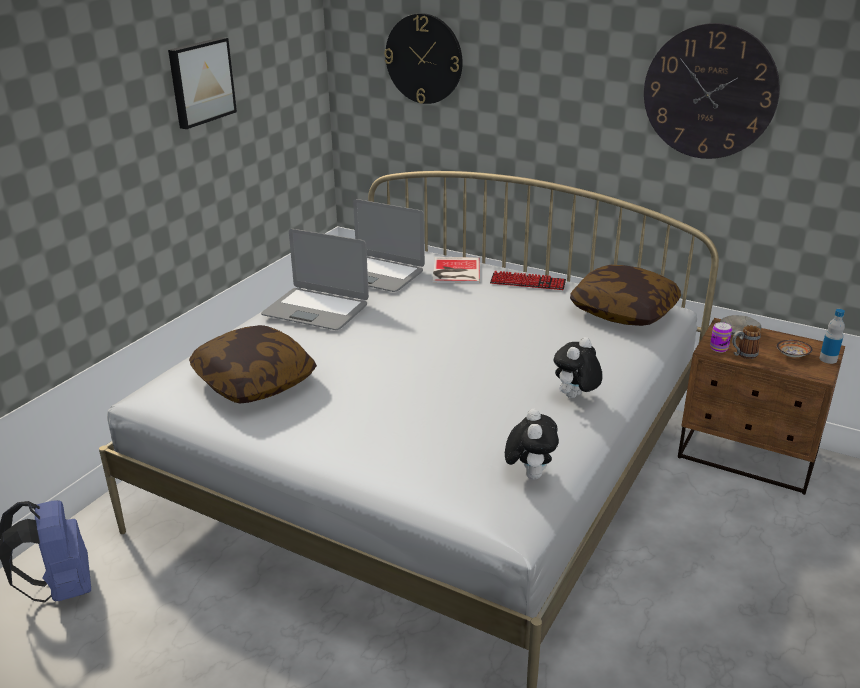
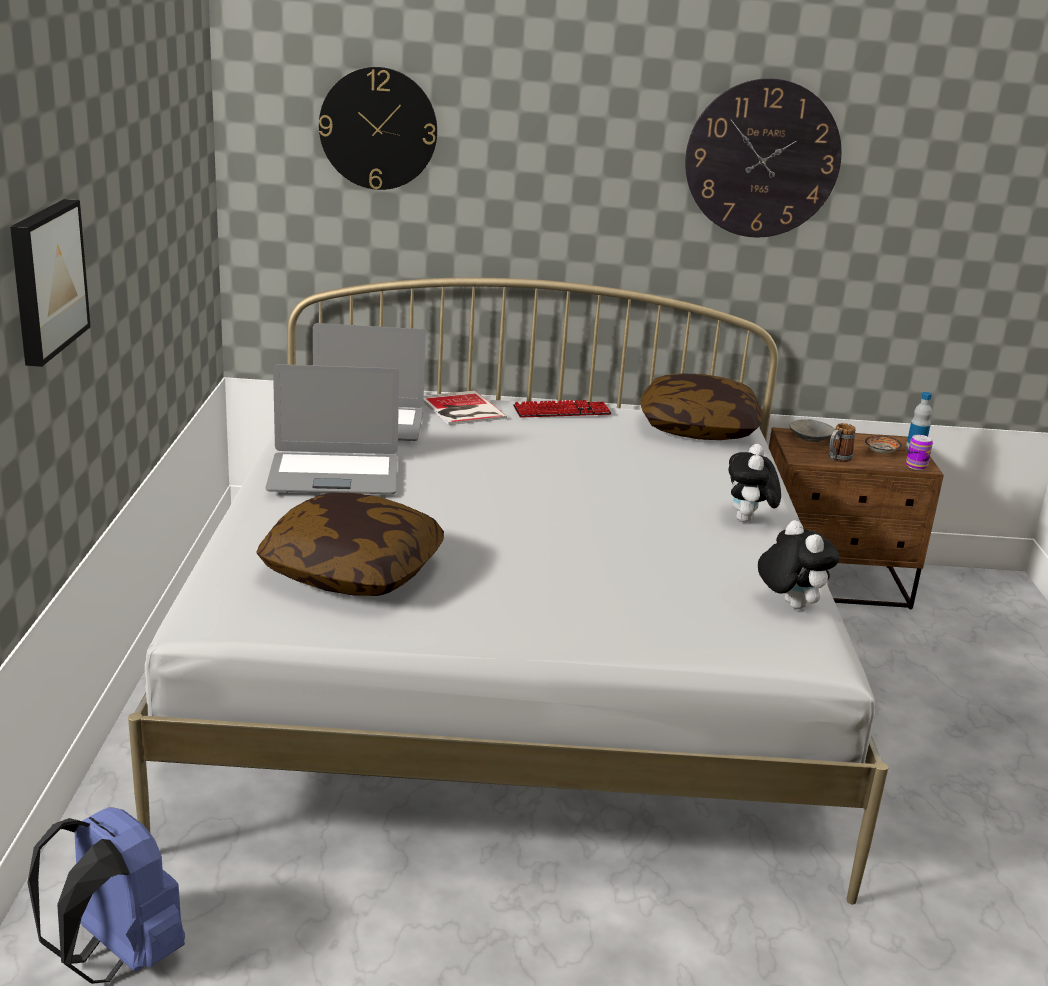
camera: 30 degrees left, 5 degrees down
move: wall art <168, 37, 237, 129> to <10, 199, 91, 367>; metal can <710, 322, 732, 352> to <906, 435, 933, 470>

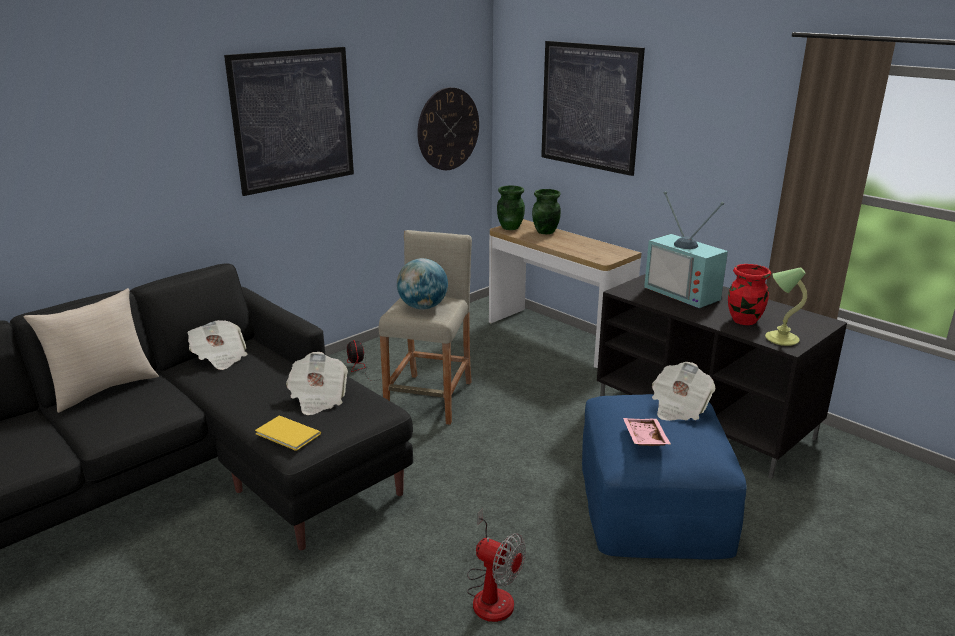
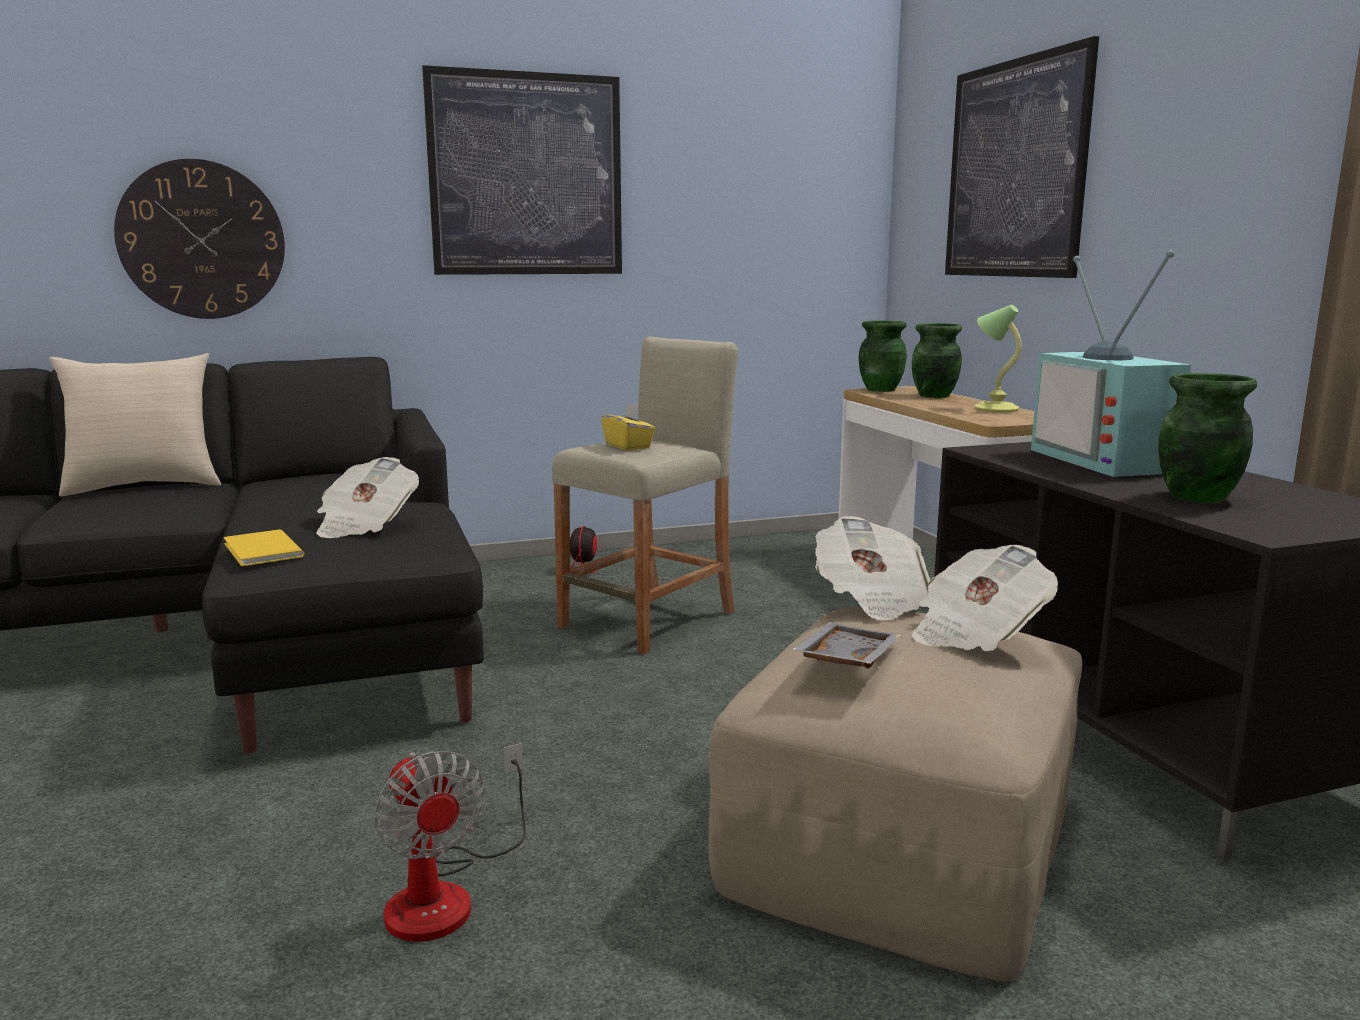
camera: 25 degrees right, 10 degrees down
move: wall clock <417, 87, 479, 170> to <114, 159, 285, 319>; newspaper <188, 320, 248, 370> to <815, 516, 930, 621>; table lamp <765, 267, 807, 346> to <974, 305, 1022, 413>
replace: world globe <397, 258, 448, 310> to yellow-coloured tissue holder <601, 403, 655, 450>
recolor: blue footrest <582, 394, 746, 559> to sand-coloured footrest <709, 606, 1082, 981>; pink tray <623, 418, 671, 446> to grey tray <791, 622, 900, 669>; red-coloured flower vase <728, 264, 771, 325> to green-coloured flower vase <1159, 373, 1257, 503>

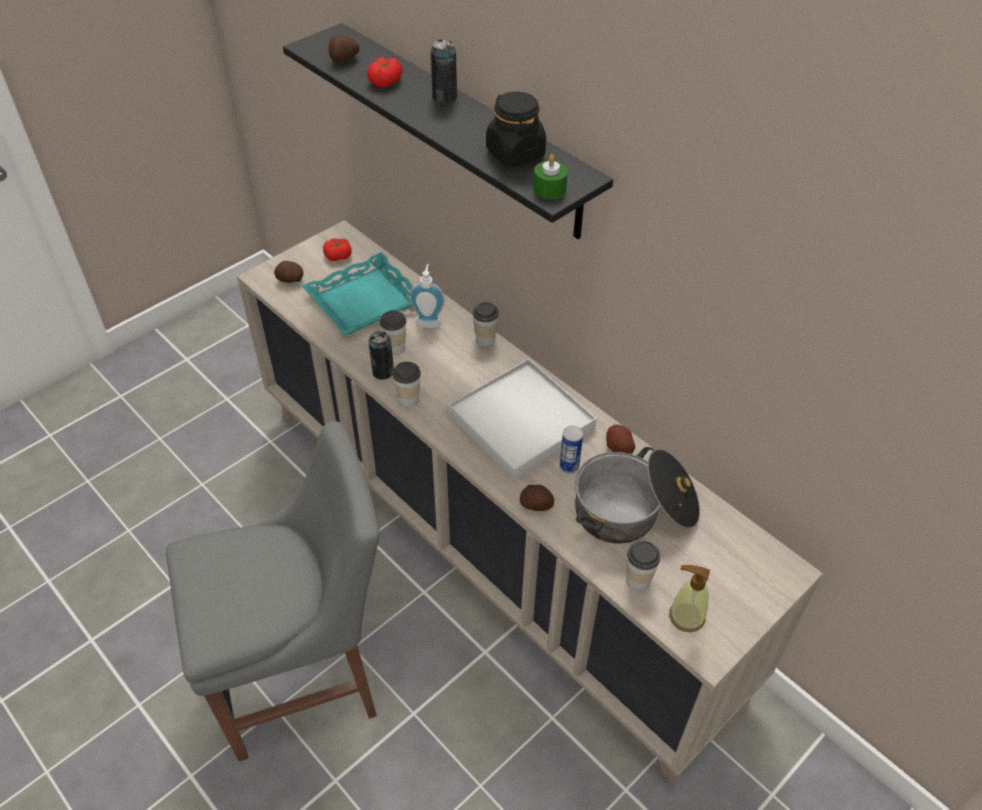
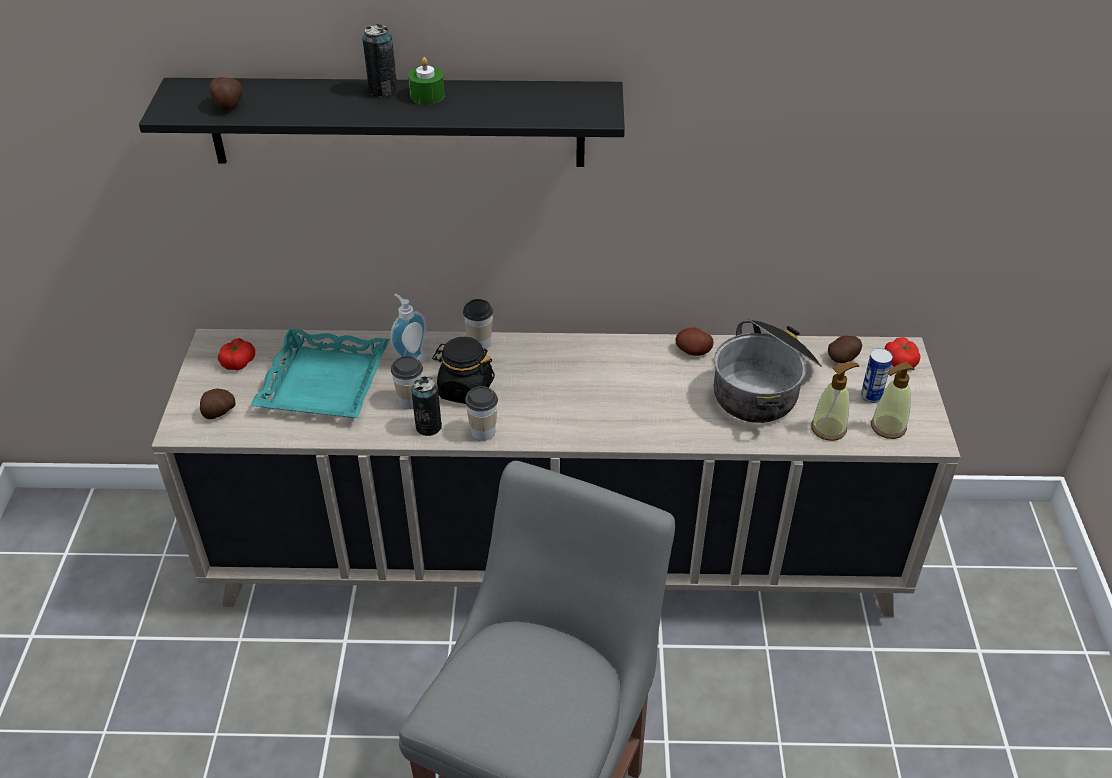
camera: 45 degrees left, 5 degrees down
delete: whitish tray <448, 359, 597, 480>
move: green-coloured candle <533, 154, 568, 199> to <408, 57, 445, 104>; blackish preserve jar <486, 92, 546, 167> to <432, 337, 495, 404>; spud <520, 485, 554, 511> to <828, 336, 862, 363>; metal can <560, 426, 583, 473> to <861, 348, 893, 403>; whole tomato <367, 57, 403, 88> to <884, 337, 920, 368>
replace: small cup <626, 541, 661, 590> to soap dispenser <811, 362, 860, 441>

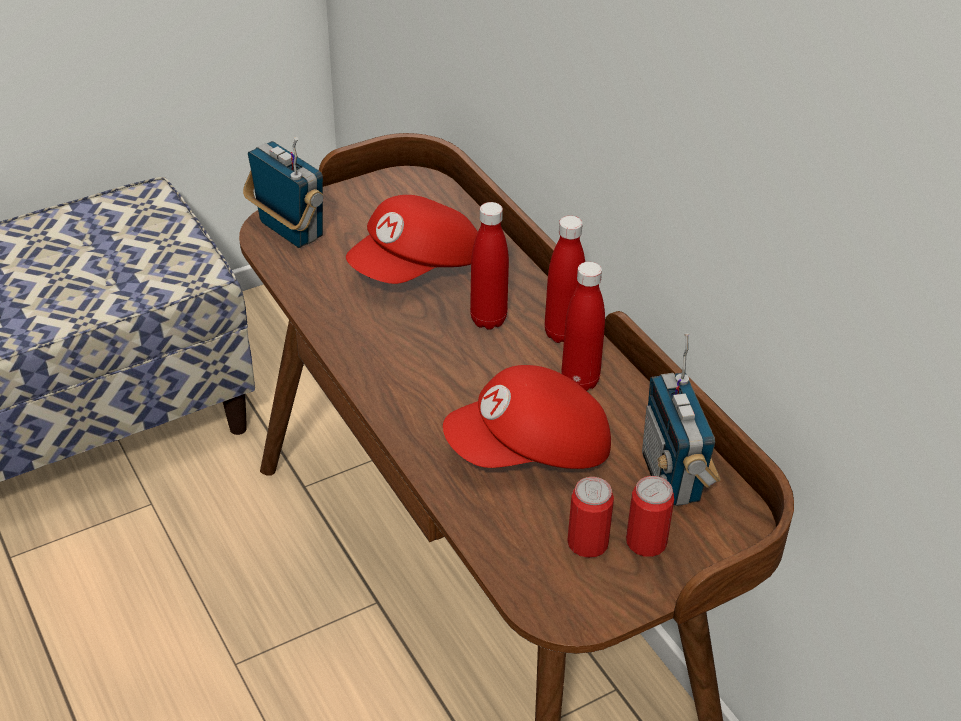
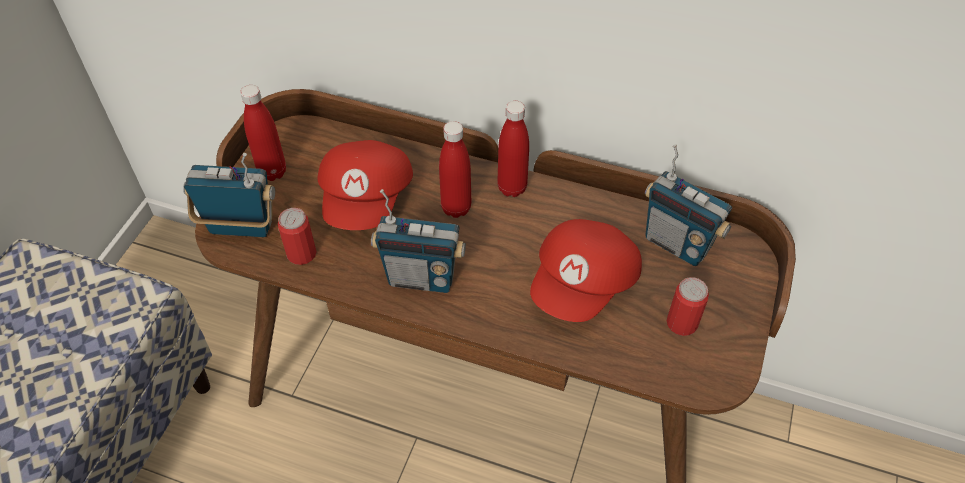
camera: 40 degrees left, 10 degrees up
insert: radio <371, 189, 466, 293>
move: red-coloured beverage bottle <561, 262, 605, 391> to <240, 85, 286, 181>; metal can <626, 476, 674, 557> to <278, 208, 317, 265>

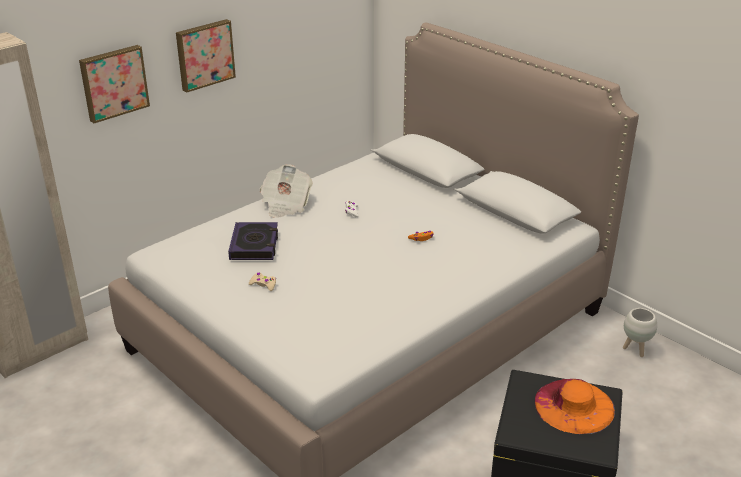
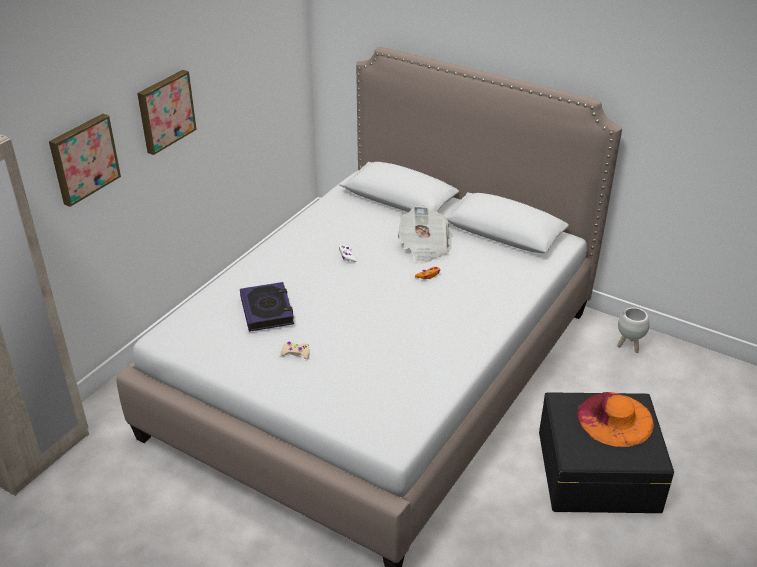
camera: 15 degrees left, 5 degrees up
move: newspaper <260, 164, 313, 218> to <398, 205, 450, 264>

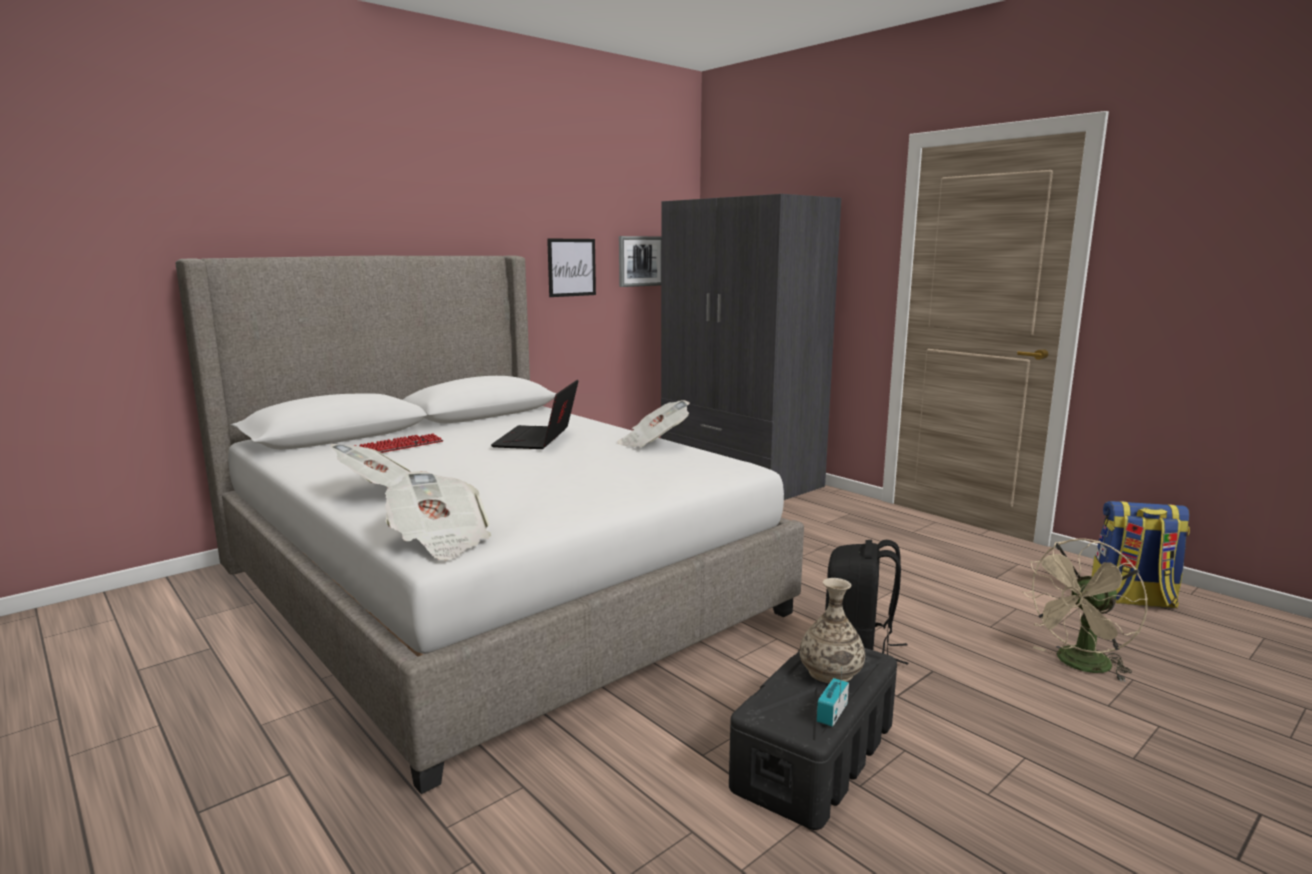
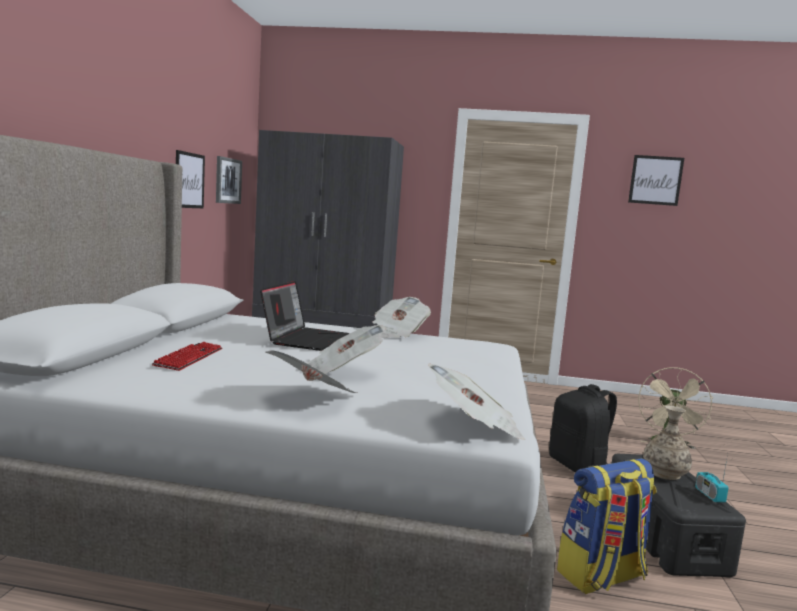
camera: 40 degrees left, 5 degrees down
insert: newspaper <300, 325, 386, 374>; wall art <628, 155, 684, 206>
move: backpack <1092, 501, 1190, 608> to <557, 458, 657, 594>
rotate: portable computer <491, 380, 579, 449> = <260, 281, 349, 351> 135 degrees counterclockwise

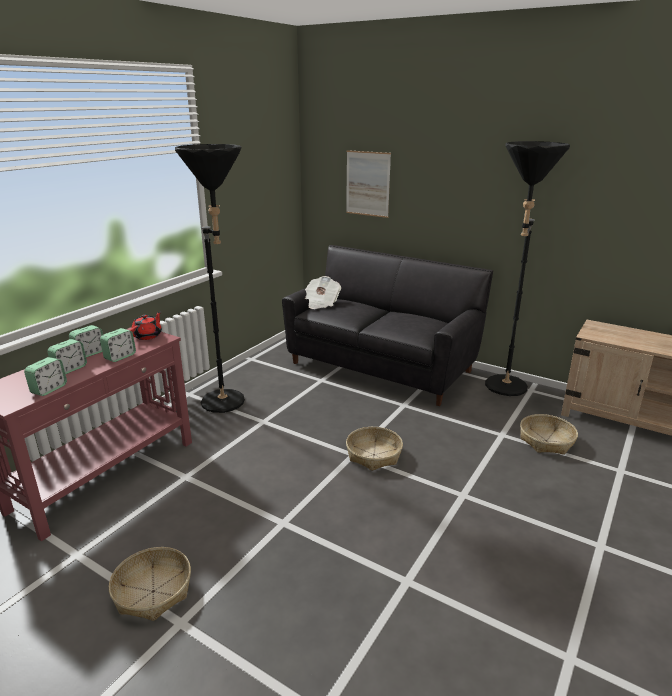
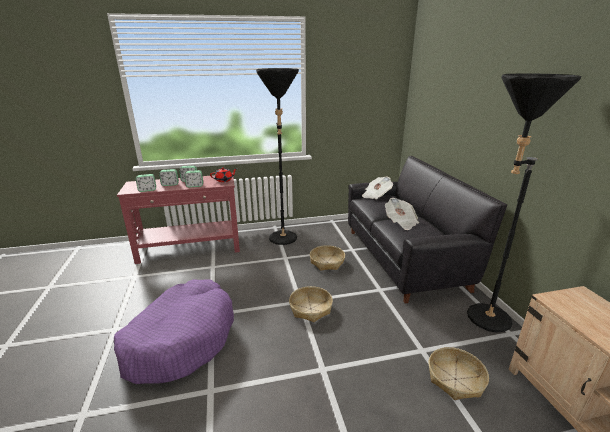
camera: 45 degrees right, 0 degrees up
delete: wall art <346, 150, 391, 218>
insert: purple-coloured pet bed <114, 279, 234, 384>; newspaper <385, 198, 419, 230>
move: household basket <109, 547, 191, 621> to <310, 245, 345, 271>

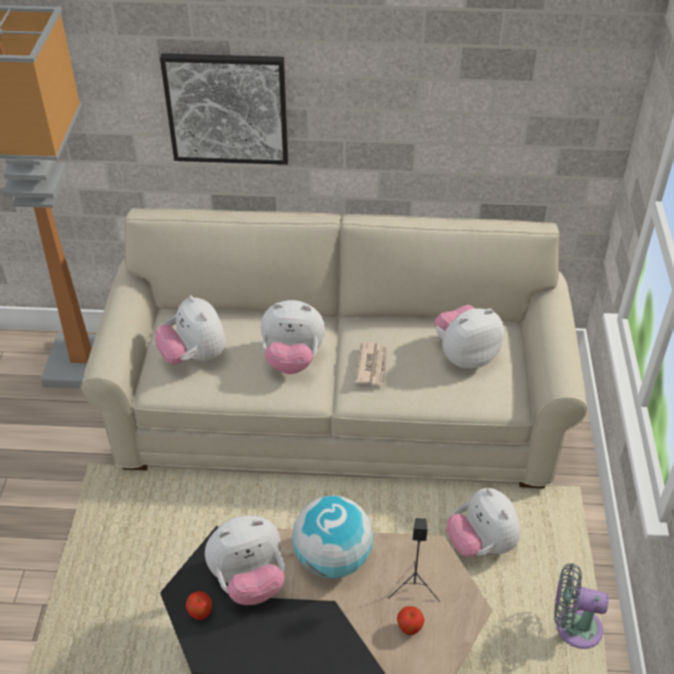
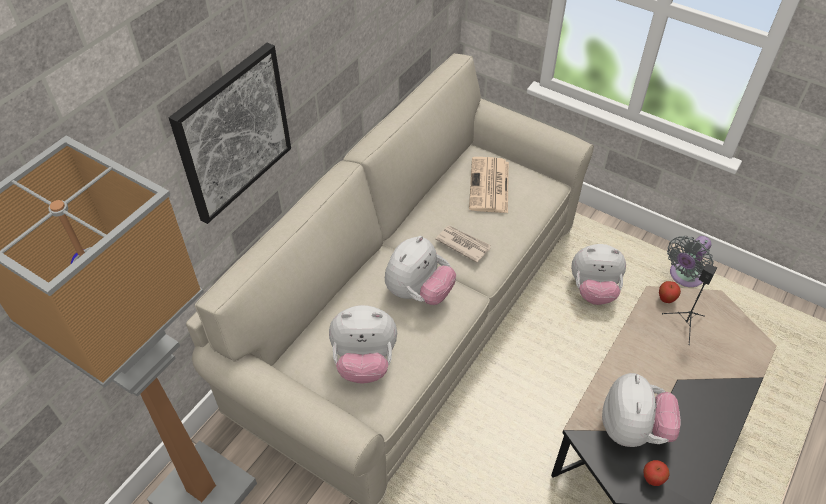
camera: 60 degrees left, 5 degrees up
delete: world globe <292, 495, 373, 578>
move: whole apple <397, 606, 425, 635> to <659, 281, 681, 303>
replace: cuddly toy <434, 305, 504, 368> to newspaper <469, 157, 509, 213>

